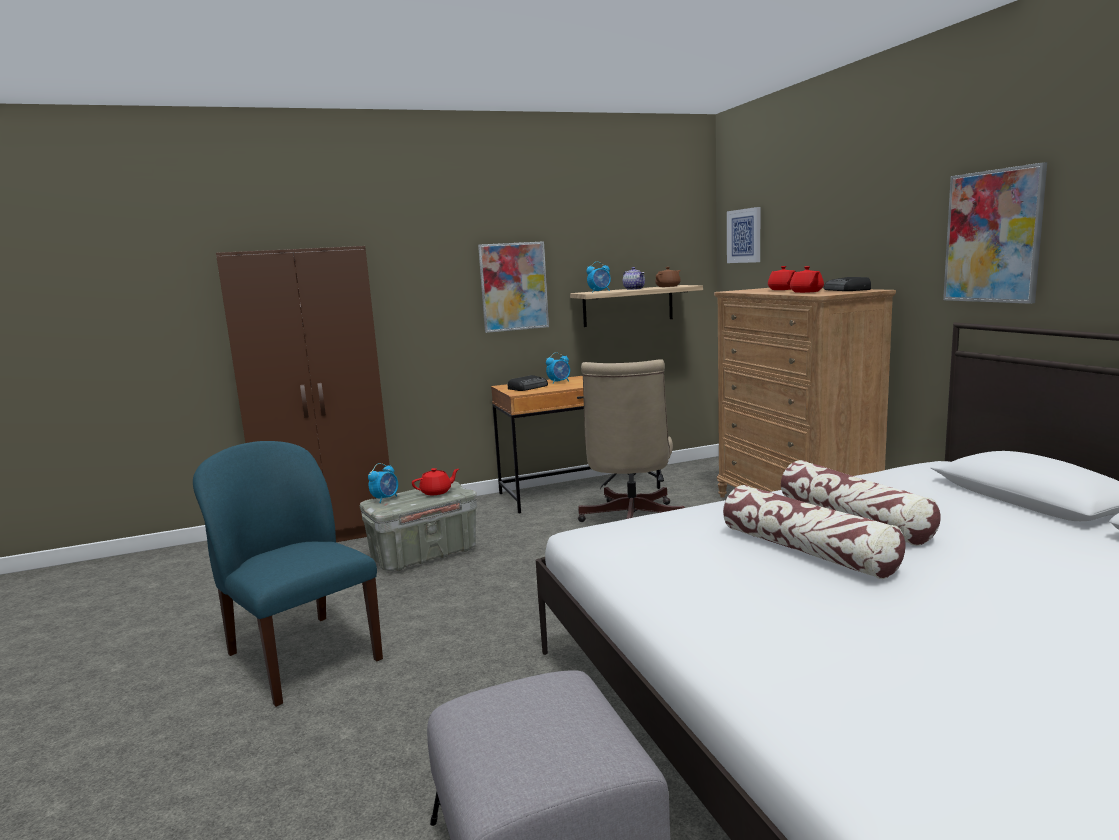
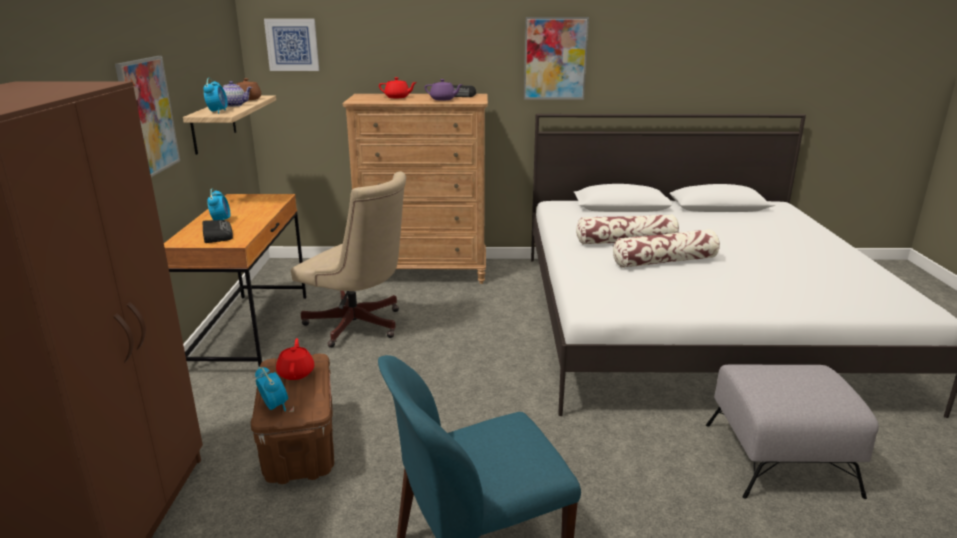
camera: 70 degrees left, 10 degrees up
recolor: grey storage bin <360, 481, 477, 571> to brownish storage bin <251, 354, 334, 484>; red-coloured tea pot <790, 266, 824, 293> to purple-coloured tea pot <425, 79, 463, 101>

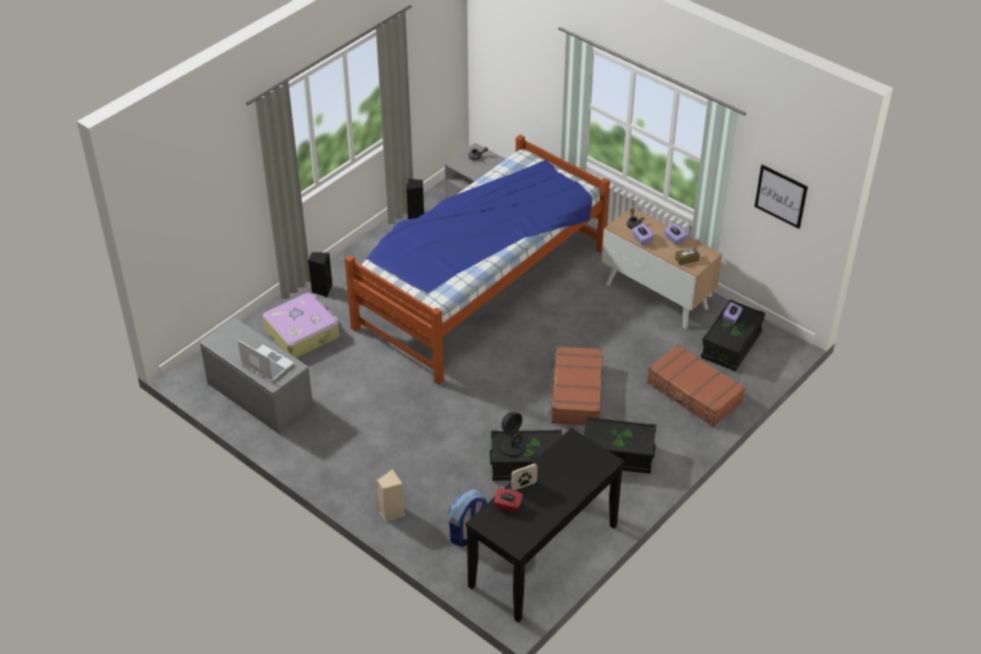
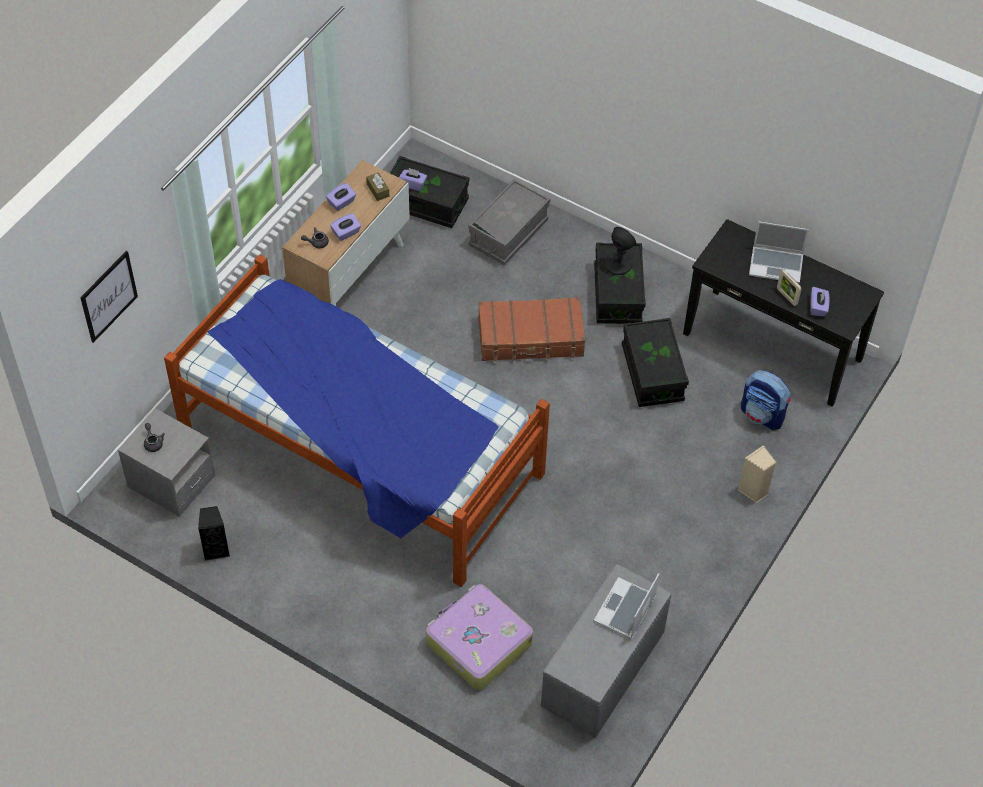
camera: 100 degrees left, 10 degrees up
delete: blackish audio speaker <308, 252, 332, 297>
insert: portable computer <749, 221, 809, 283>
move: wall art <754, 165, 808, 229> to <80, 251, 138, 343>; blackish table lamp <500, 412, 526, 457> to <604, 227, 636, 275>
replace: brownish piece of luggage <647, 344, 745, 427> to grey storage bin <469, 179, 550, 265>
recolor: red-coloured tissue holder <494, 488, 523, 512> to purple-coloured tissue holder <810, 287, 829, 316>

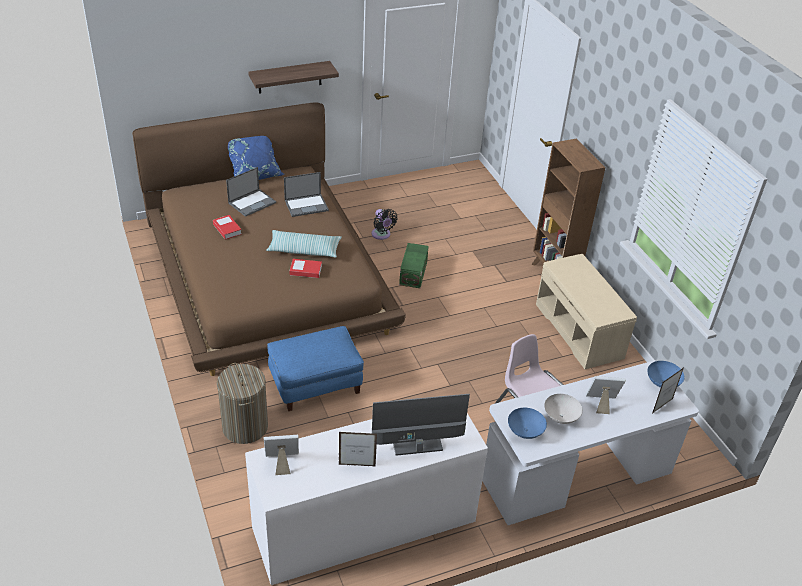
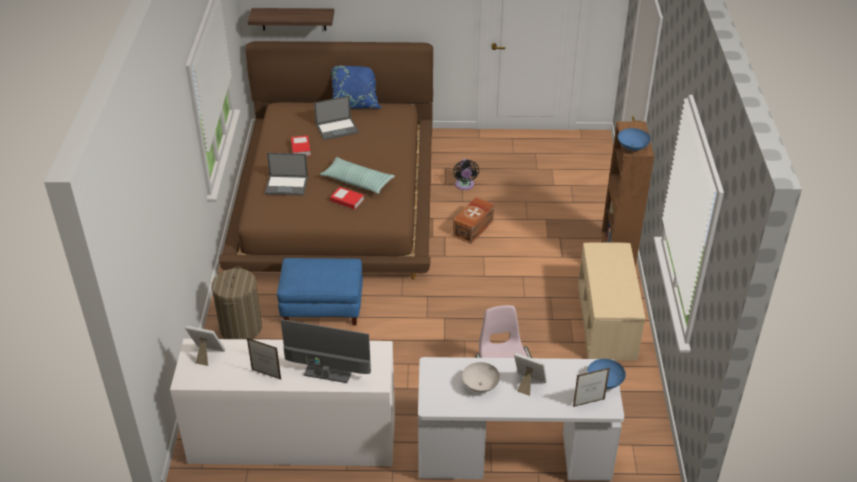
camera: 25 degrees right, 0 degrees up
move: bracket shelf <248, 61, 339, 94> to <248, 8, 334, 31>; portable computer <284, 172, 329, 217> to <265, 153, 308, 196>; blue bowl <508, 408, 547, 439> to <618, 128, 651, 151>
recolor: green-coloured storage bin <399, 243, 429, 288> to brownish storage bin <453, 197, 494, 244>

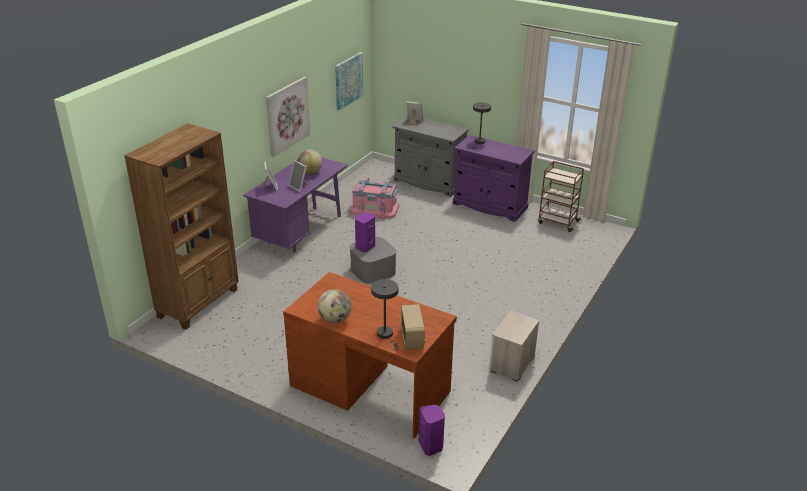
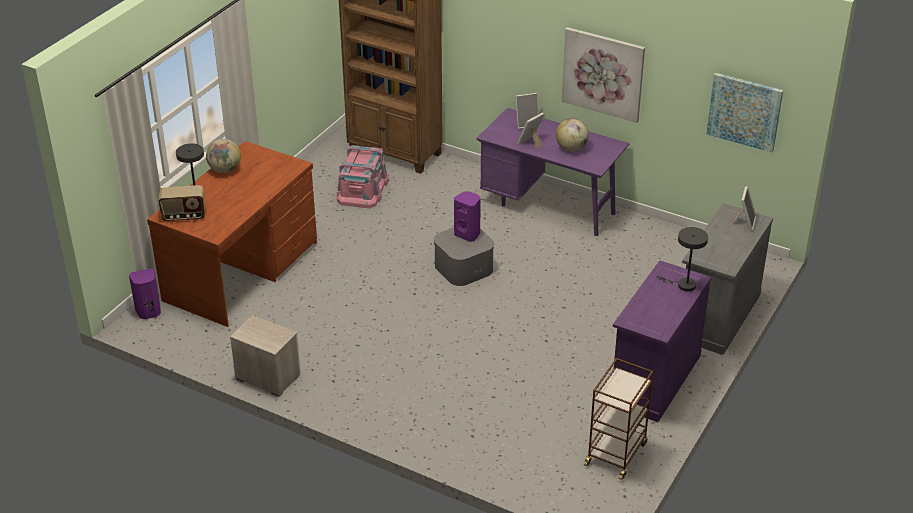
camera: 90 degrees right, 5 degrees up
move: pink storage bin <350, 177, 399, 219> to <337, 145, 389, 208>

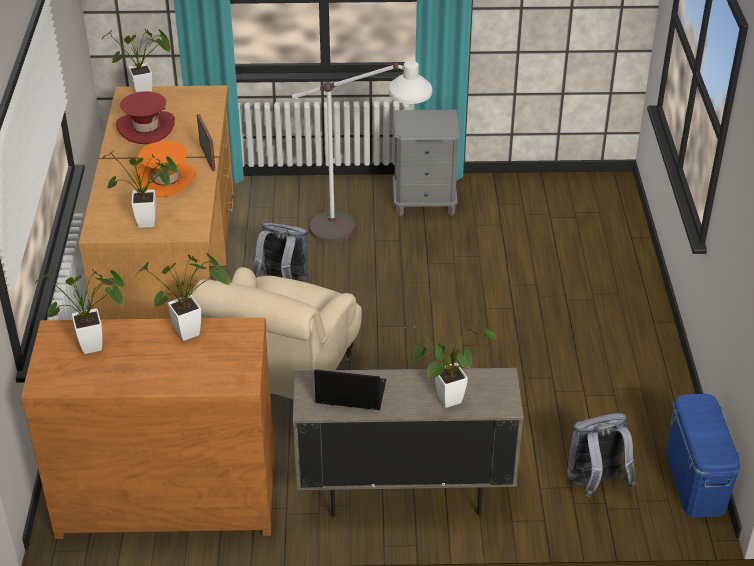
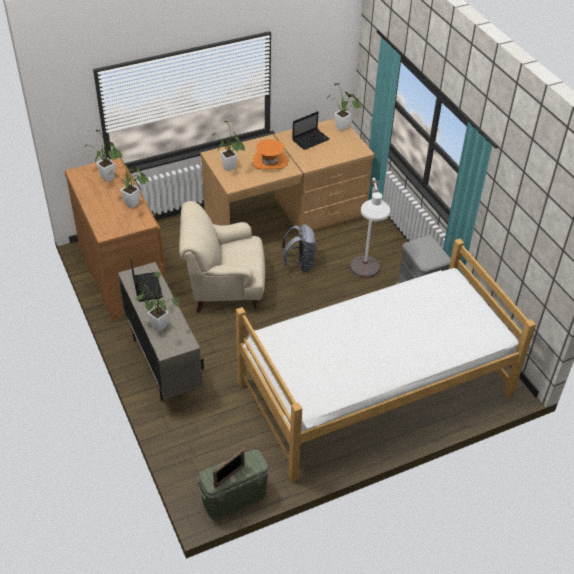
camera: 65 degrees right, 5 degrees up
delete: grey backpack <567, 413, 636, 497>
insert: sleeping bed <236, 239, 536, 482>
move: photo frame <197, 114, 215, 172> to <213, 449, 245, 488>
replace: red-coloured wearable hat <116, 91, 175, 144> to portable computer <292, 111, 329, 150>
recolor: blue storage bin <666, 394, 741, 518> to green-coloured storage bin <197, 450, 270, 520>

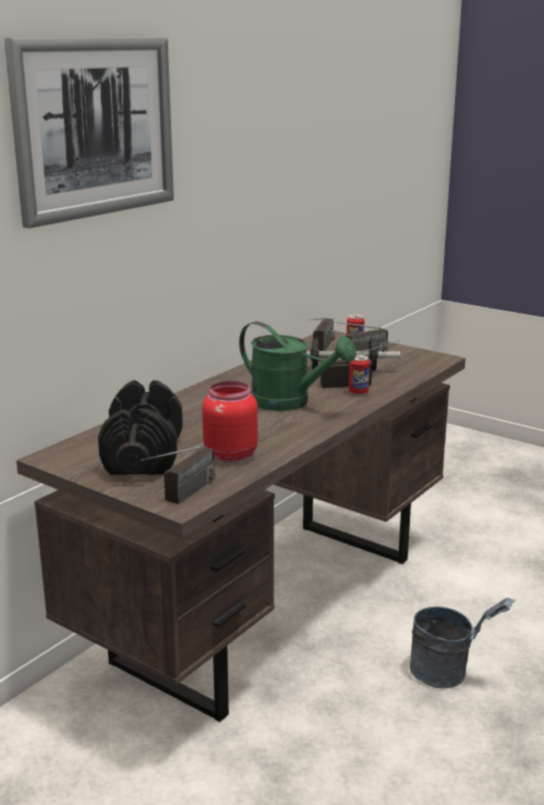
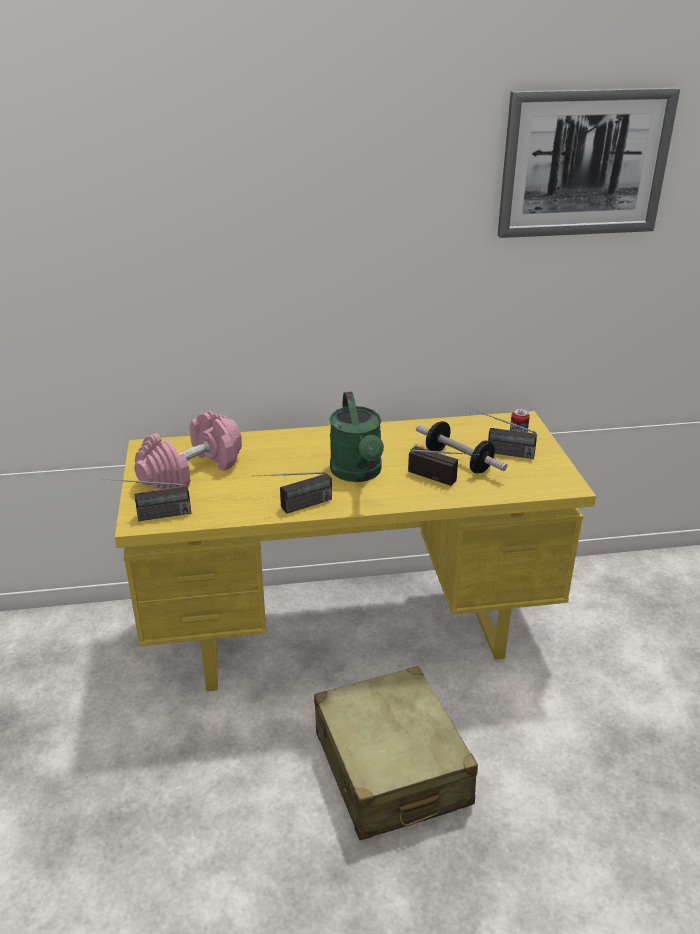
camera: 45 degrees right, 10 degrees up
delete: red-coloured preserve jar <202, 381, 258, 463>; metal can <349, 355, 370, 395>
move: radio <308, 317, 335, 351> to <253, 472, 332, 514>; wall art <4, 38, 174, 228> to <498, 88, 680, 238>
replace: grey water bucket <410, 598, 516, 688> to sand-coloured piece of luggage <314, 666, 478, 840>
recolor: brownish desk table <16, 330, 466, 722> to yellow-coloured desk table <115, 411, 596, 691>; blackish dumbbell <98, 380, 183, 475> to pink dumbbell <134, 411, 242, 490>

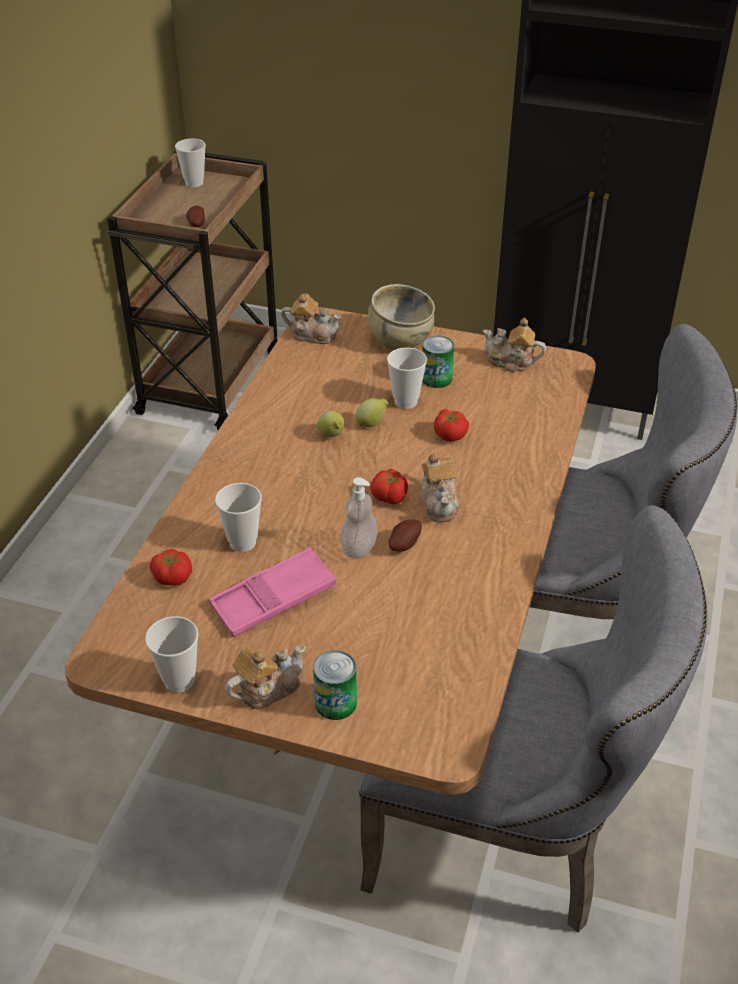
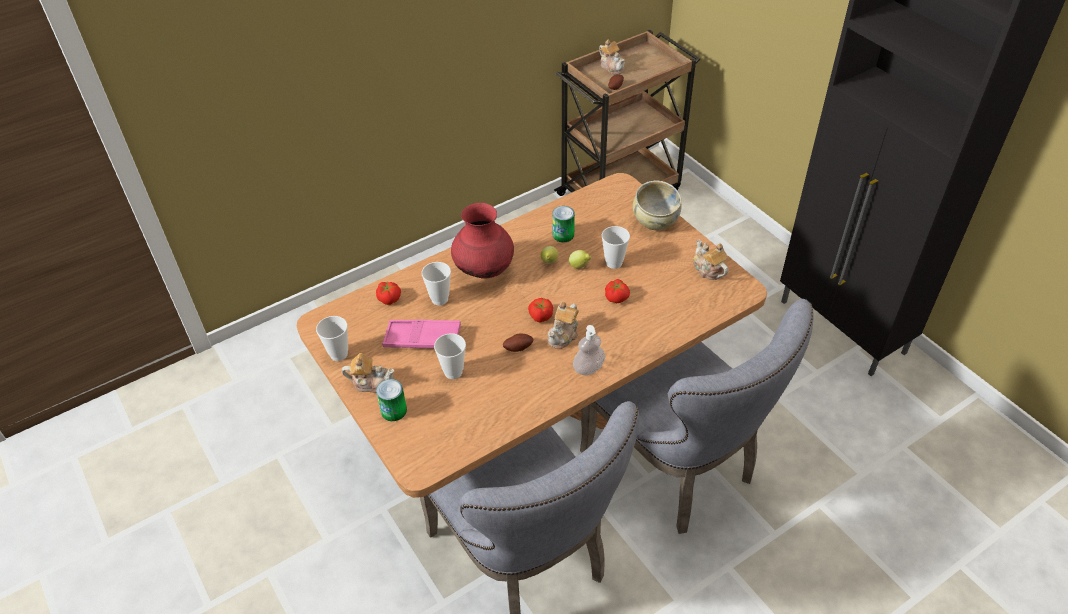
camera: 40 degrees right, 5 degrees up
insert: red-coloured flower vase <451, 203, 514, 279>
move: small cup <175, 139, 206, 187> to <434, 333, 466, 379>; metal can <422, 336, 454, 388> to <552, 206, 575, 242>; soap dispenser <340, 477, 378, 559> to <573, 325, 605, 375>; tea pot <281, 293, 341, 344> to <599, 40, 625, 75>

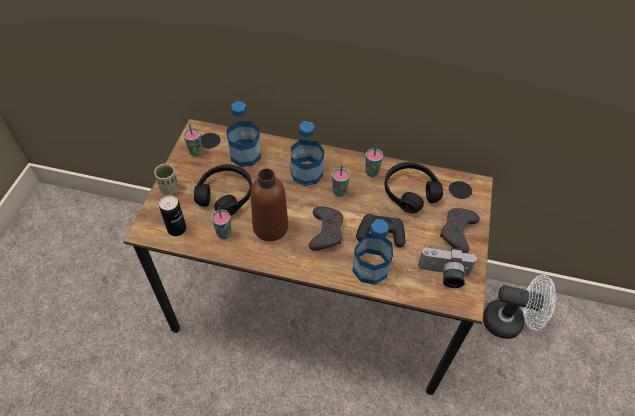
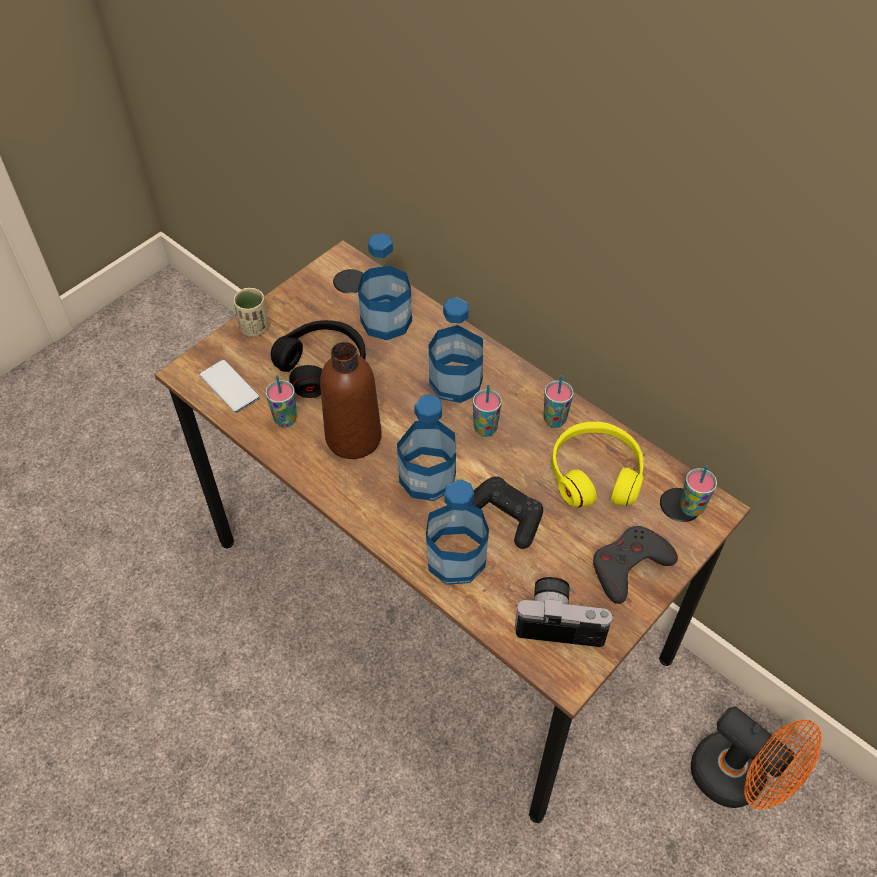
camera: 30 degrees right, 0 degrees up
move: small cup <183, 124, 202, 156> to <680, 465, 717, 517>
replace: metal can <159, 195, 186, 236> to phone <199, 359, 260, 413>; grey gamepad <309, 206, 343, 251> to beverage bottle <397, 395, 456, 501>
recolor: blackish headset <385, 162, 443, 213> to yellow-coloured headset <552, 422, 644, 508>; whitish electric fan <483, 275, 556, 339> to orangey electric fan <691, 707, 822, 810>
rotate: photo camera <418, 248, 478, 288> = <515, 577, 613, 647> 150 degrees clockwise

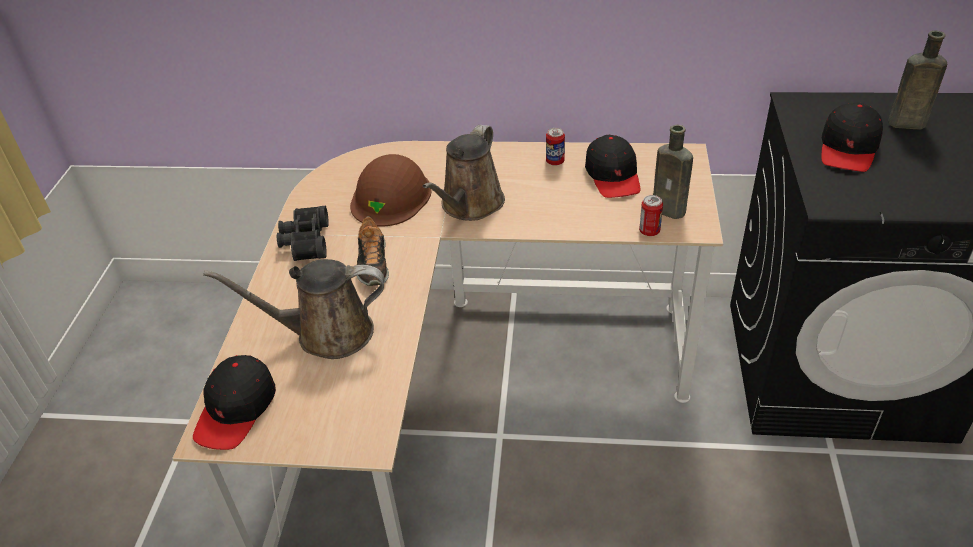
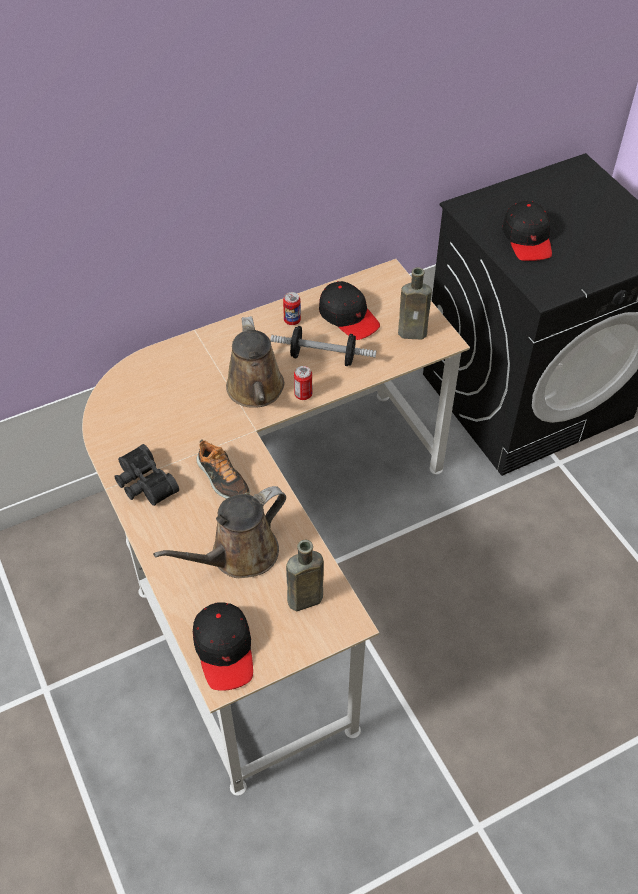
camera: 35 degrees left, 10 degrees up
delete: brownish work helmet <350, 154, 432, 227>
insert: dumbbell <270, 326, 376, 366>
move: brownish beverage bottle <888, 31, 947, 130> to <286, 540, 324, 611>; metal can <639, 195, 663, 236> to <294, 366, 312, 400>

